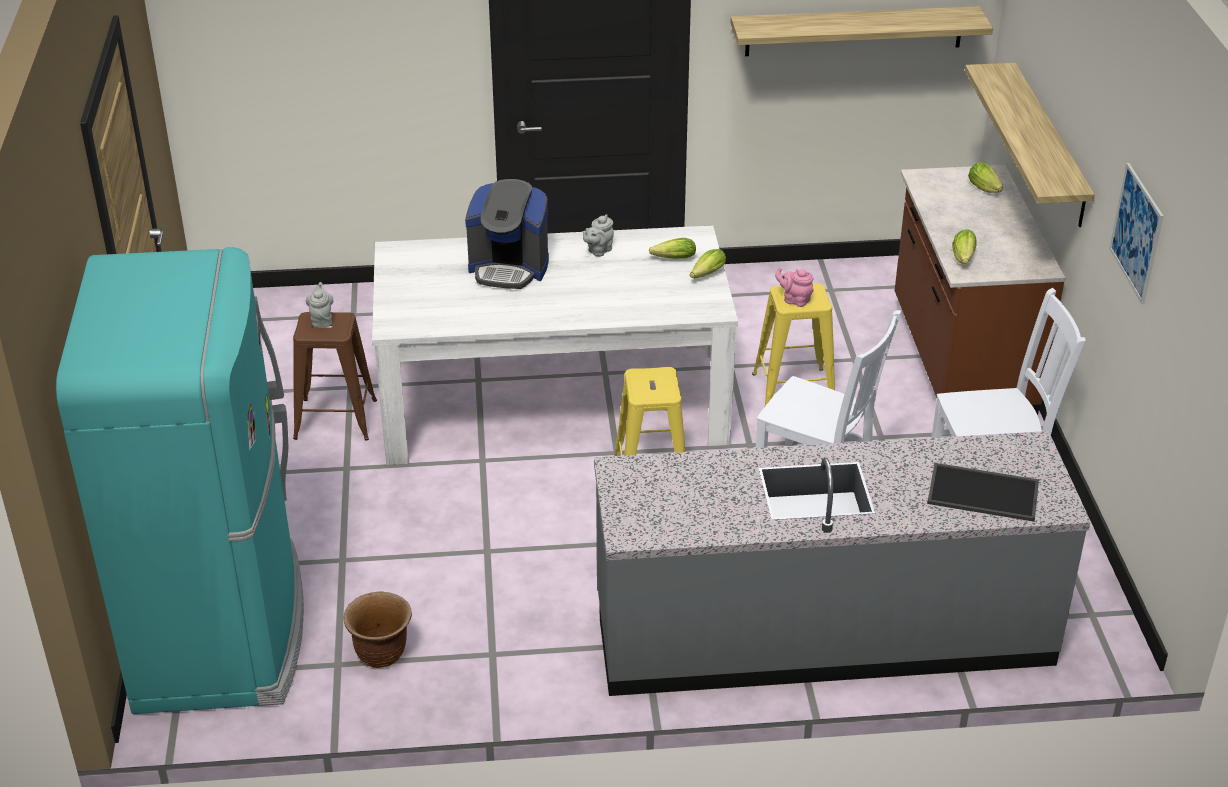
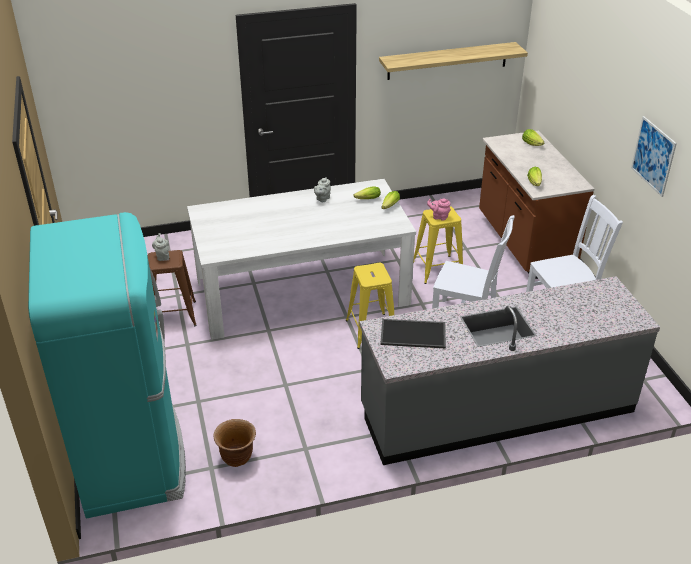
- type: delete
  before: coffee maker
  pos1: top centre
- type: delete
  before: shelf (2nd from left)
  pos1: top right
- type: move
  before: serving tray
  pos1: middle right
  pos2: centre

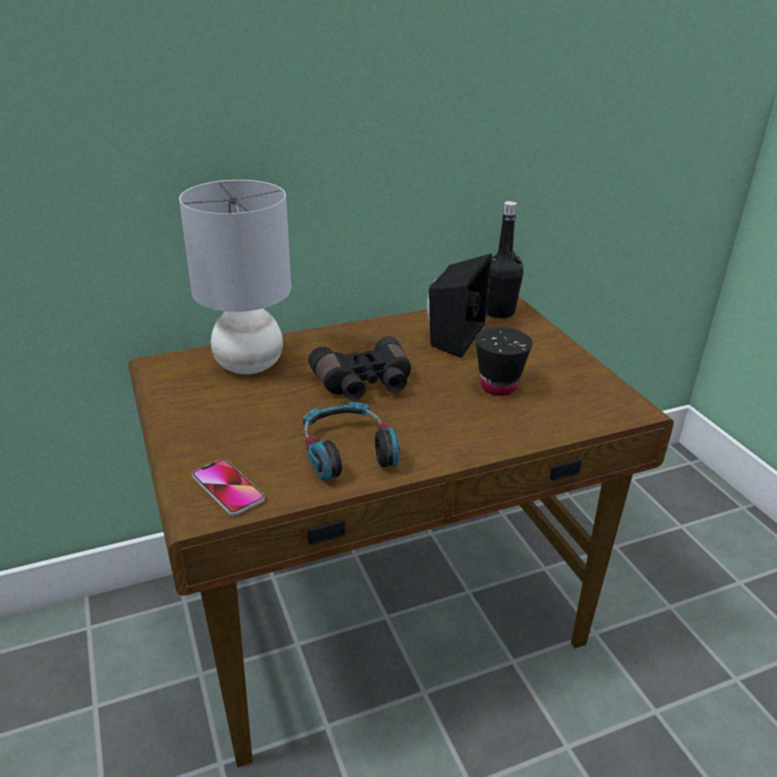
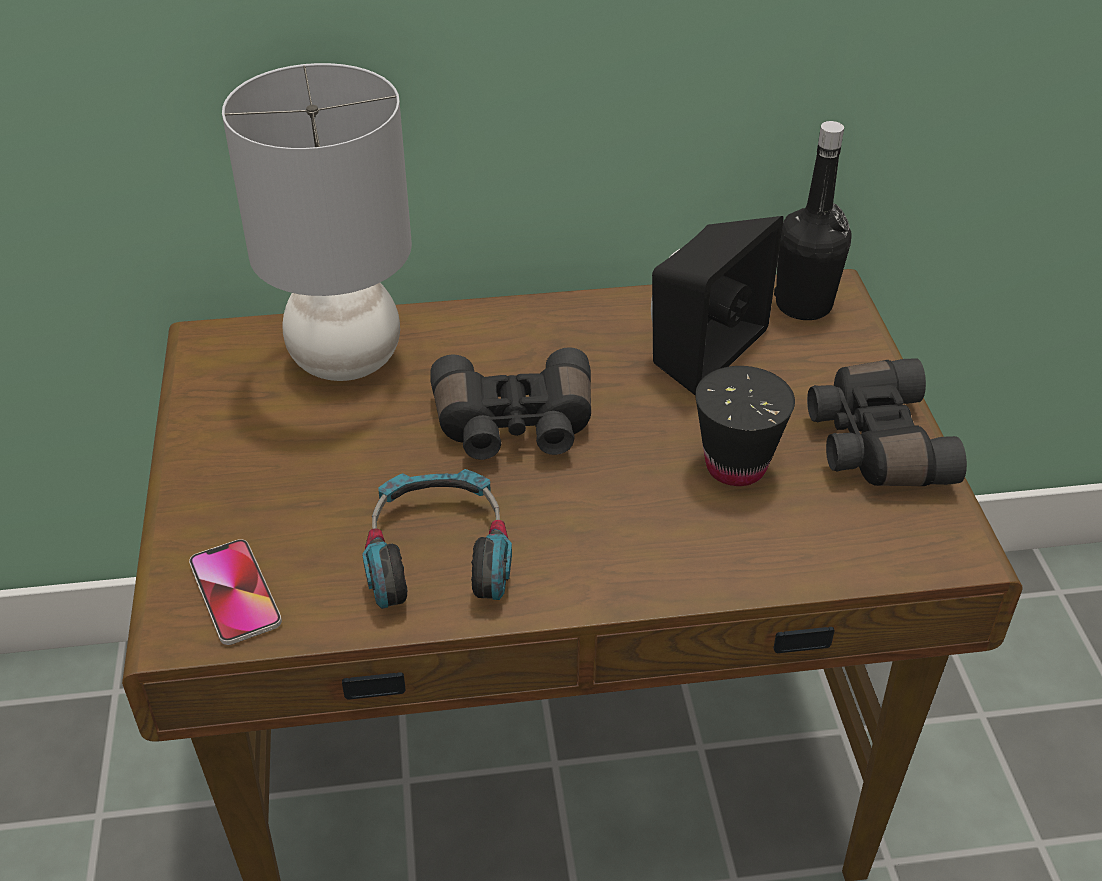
- type: insert
  after: pair of binoculars (blackish) (2nd from left)
  pos2: middle right

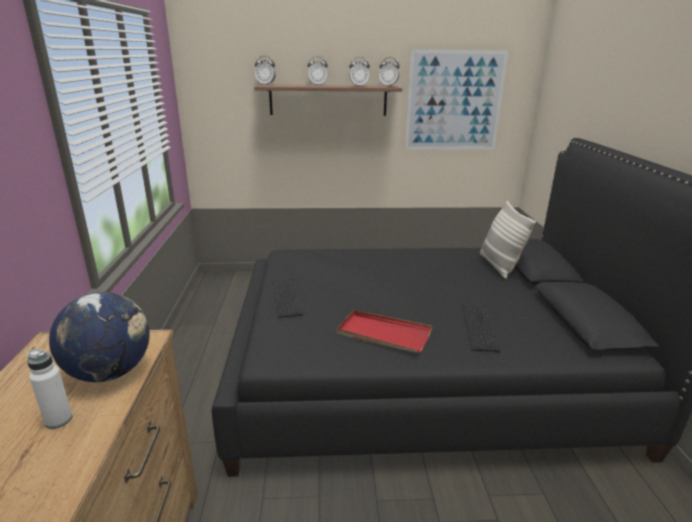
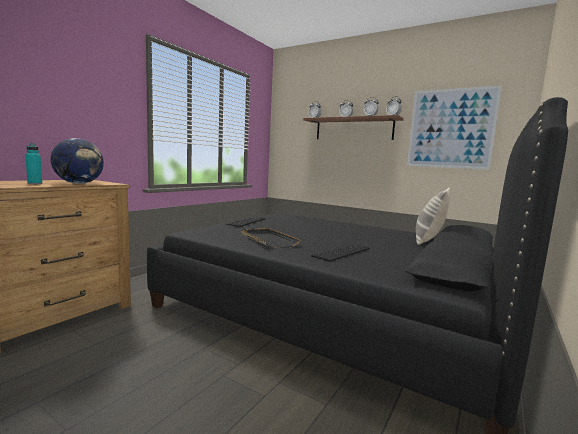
- type: recolor
  before: bottle (whitish)
  after: bottle (blue-green)
  pos1: bottom left
  pos2: middle left
- type: recolor
  before: serving tray (reddish)
  after: serving tray (blackish)
  pos1: centre
  pos2: centre

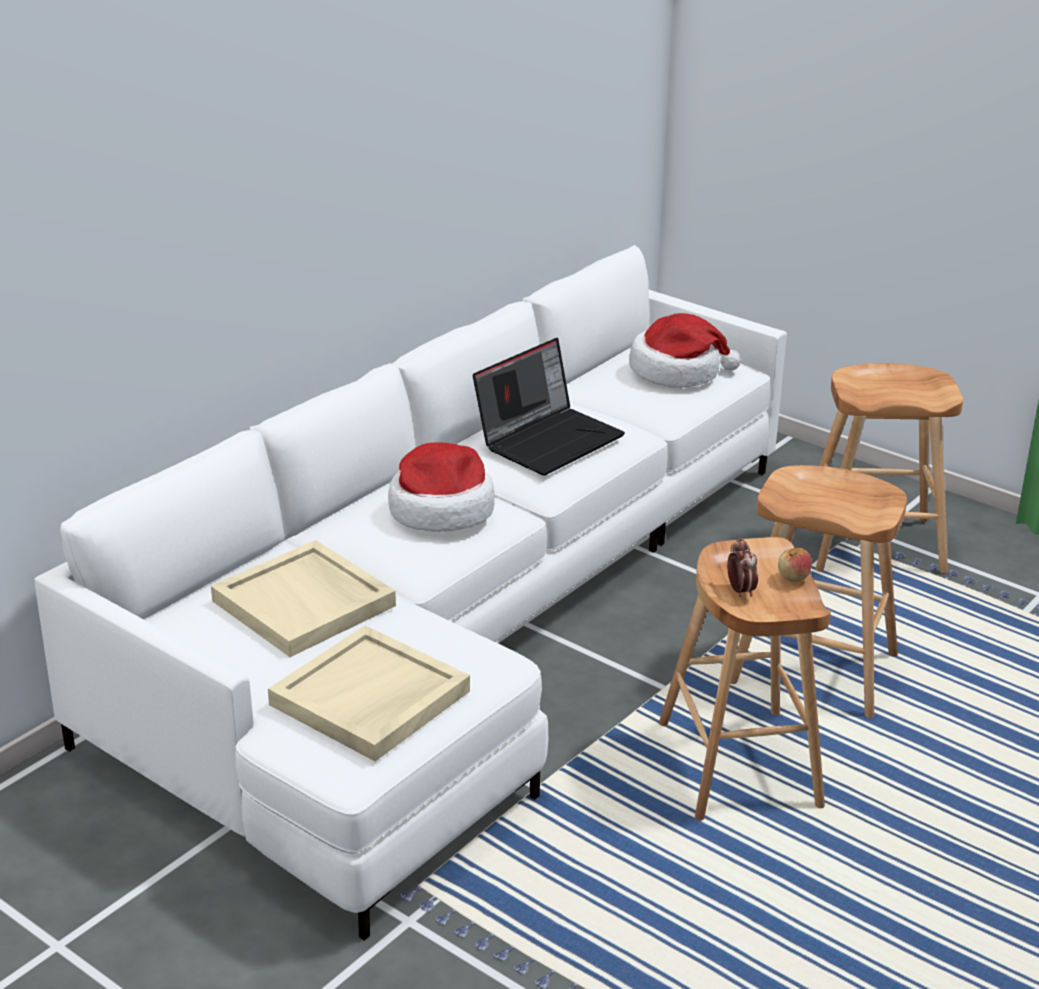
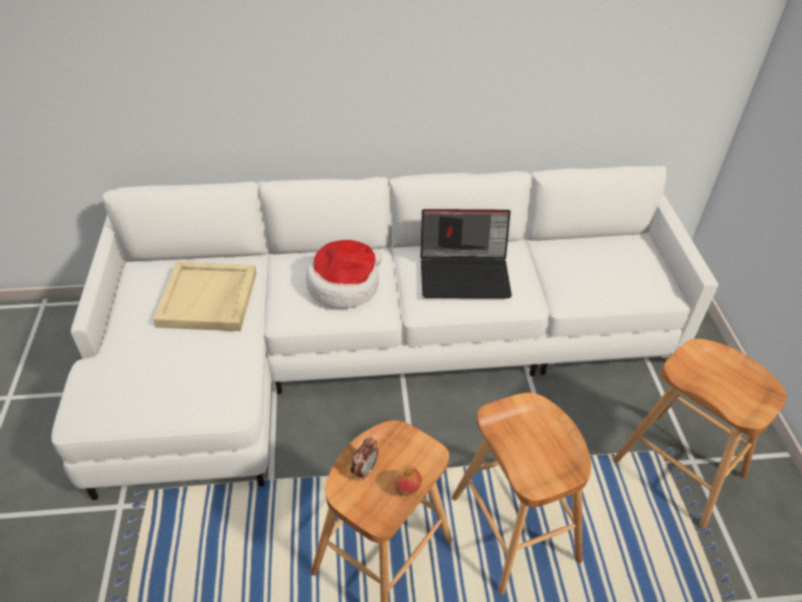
- type: delete
  before: serving tray (beige-coloured) (2nd from left)
  pos1: bottom centre
- type: delete
  before: clothing hat (2nd from left)
  pos1: centre

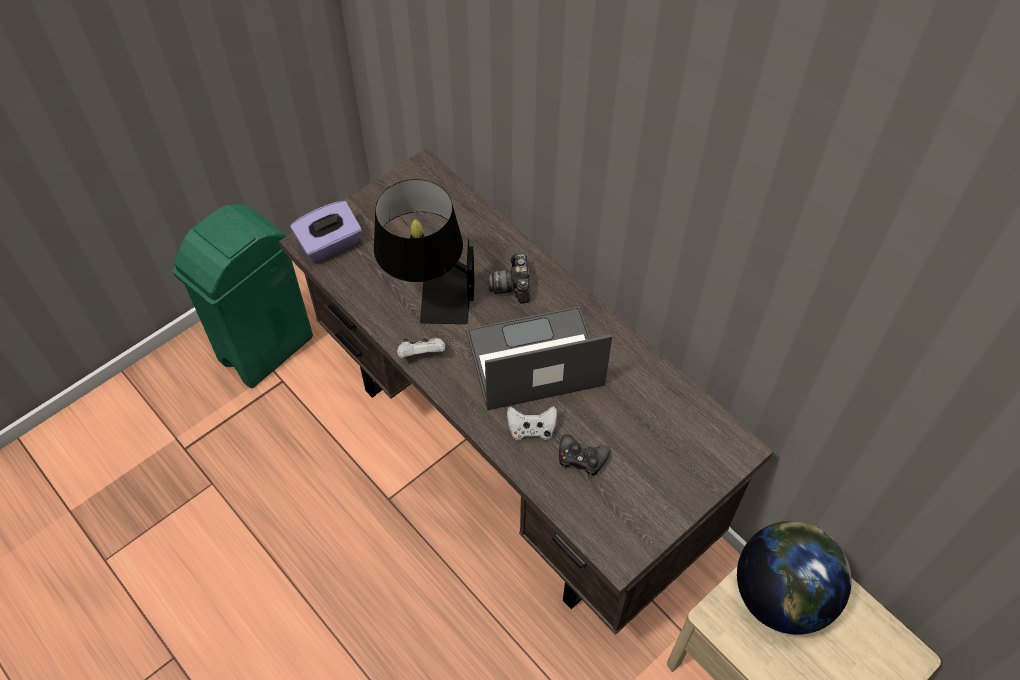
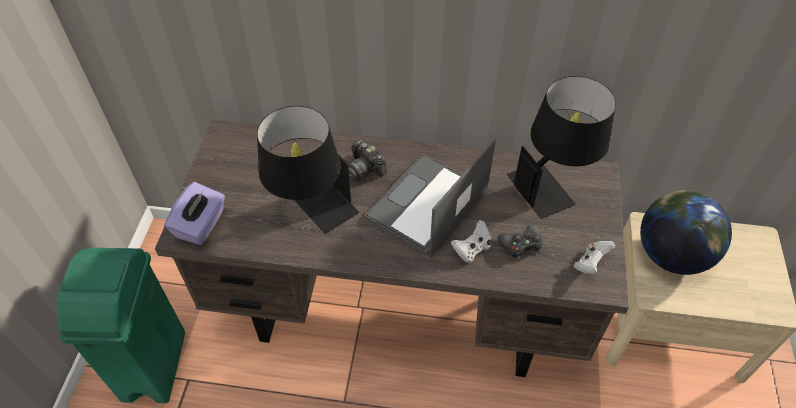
- type: insert
  after: lamp for a table (blackish) (2nd from left)
  pos2: middle right
- type: move
  before: joypad (whitish) (1st from left in the first image)
  after: joypad (whitish) (2nd from left)
  pos1: centre
  pos2: middle right

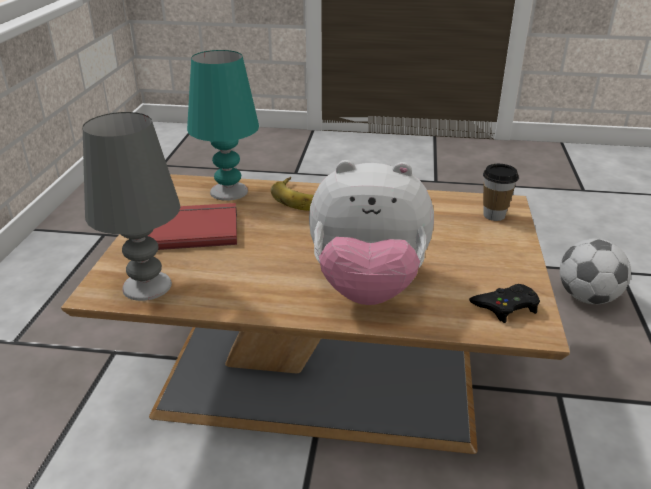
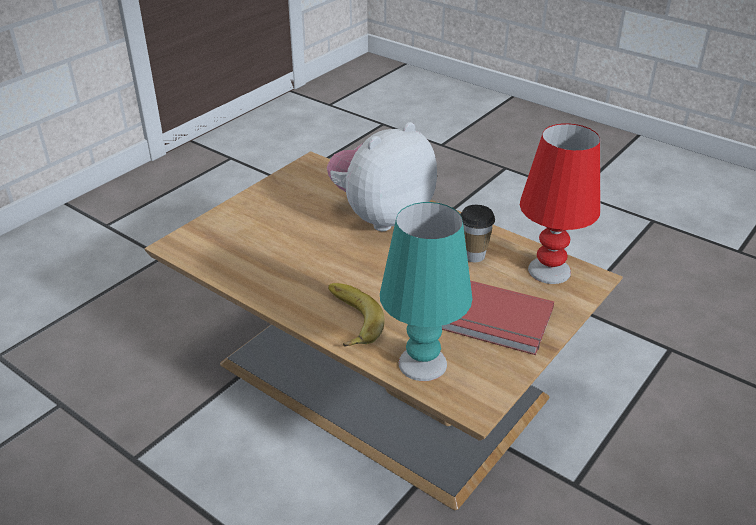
- type: delete
  before: joypad (blackish)
  pos1: middle right
- type: delete
  before: football
  pos1: middle right
- type: move
  before: small cup
  pos1: middle right
  pos2: centre
- type: recolor
  before: lamp for a table (gray)
  after: lamp for a table (reddish)
  pos1: middle left
  pos2: middle right
- type: rotate
  before: plush toy
  pos1: centre
  pos2: centre
  turn: -75

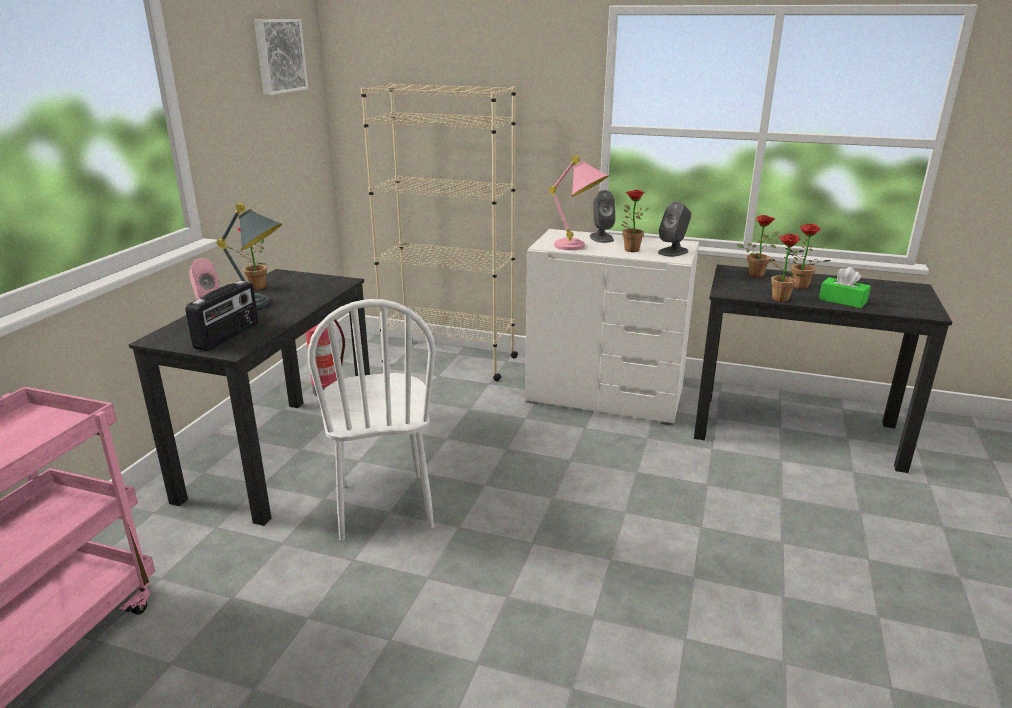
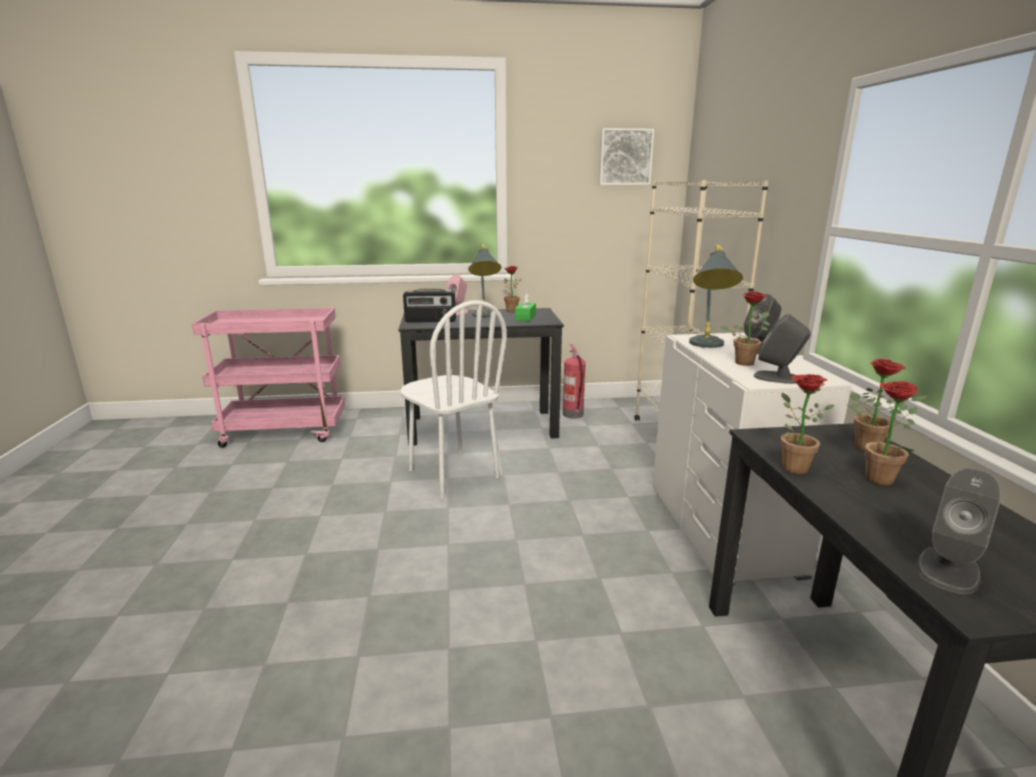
- type: insert
  after: loudspeaker (gray) (3rd from left)
  pos2: bottom right
- type: move
  before: box of tissues (greenish)
  pos1: middle right
  pos2: centre
- type: recolor
  before: lamp for a table (pink-coloured)
  after: lamp for a table (gray) (2nd from left)
  pos1: top centre
  pos2: middle right
- type: rotate
  before: plain chair (whitish)
  pos1: centre
  pos2: centre
  turn: -90

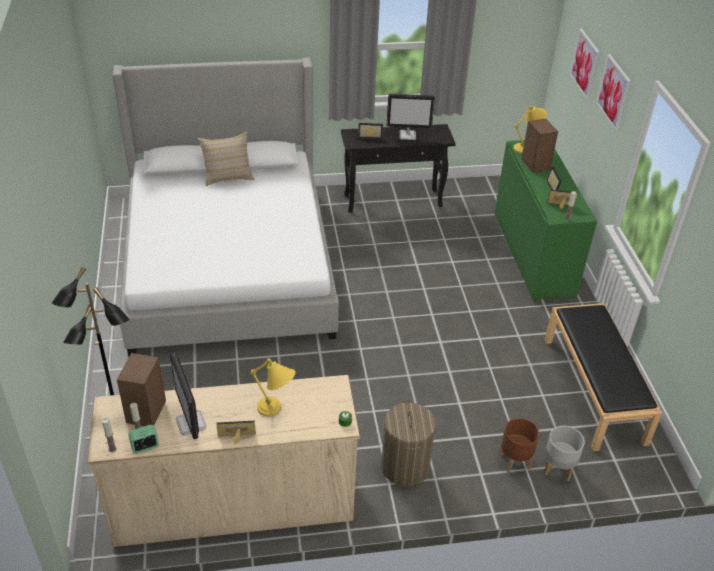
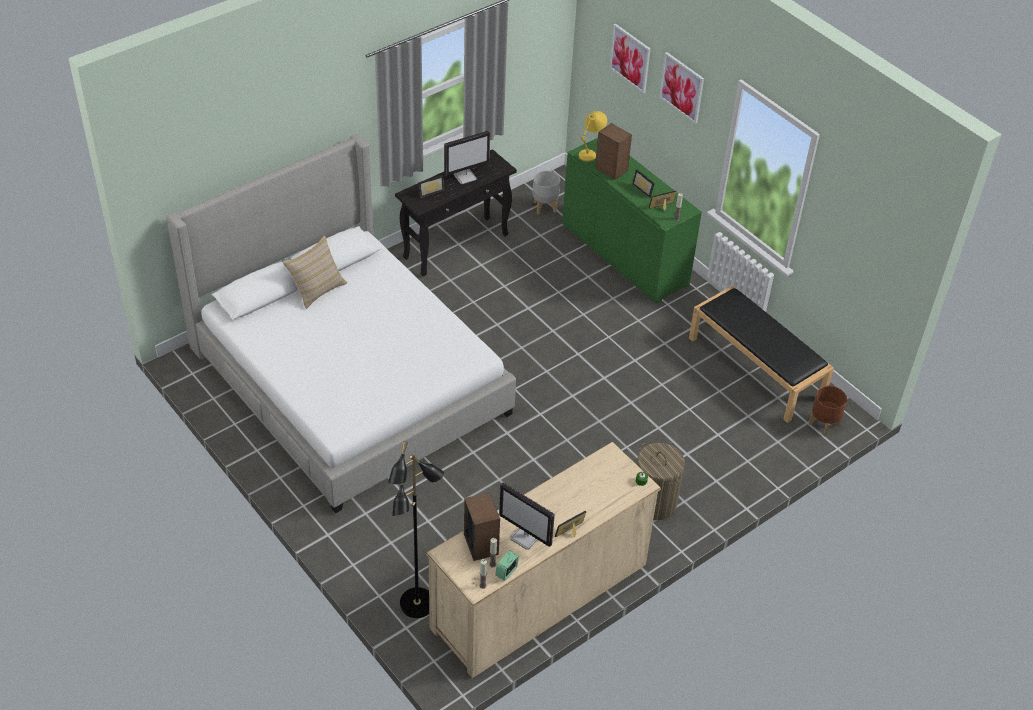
- type: delete
  before: lamp for a table (yellow-coloured) (1st from left)
  pos1: bottom centre
- type: move
  before: flower pot (brown-coloured)
  pos1: bottom right
  pos2: middle right
- type: move
  before: flower pot (gray)
  pos1: bottom right
  pos2: top centre

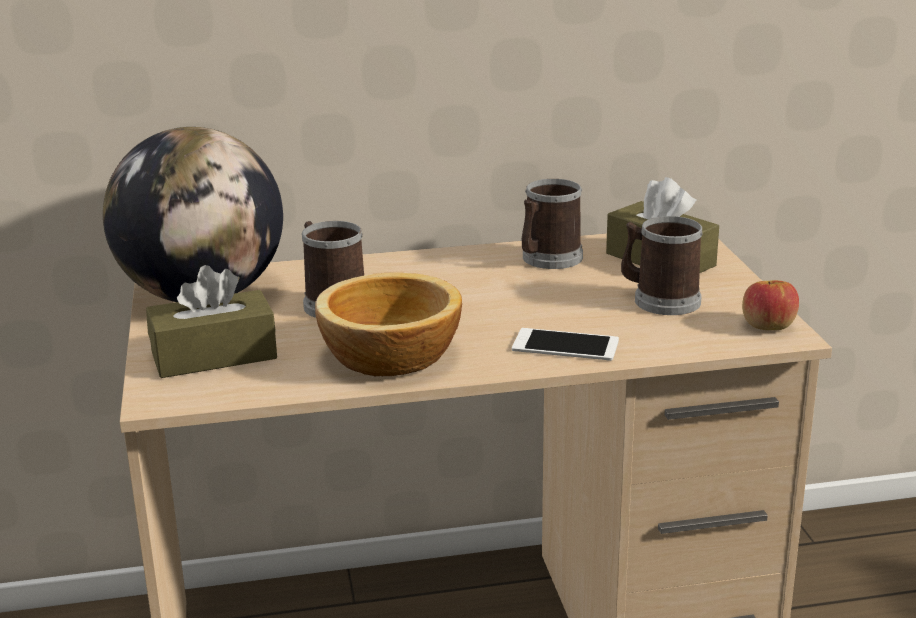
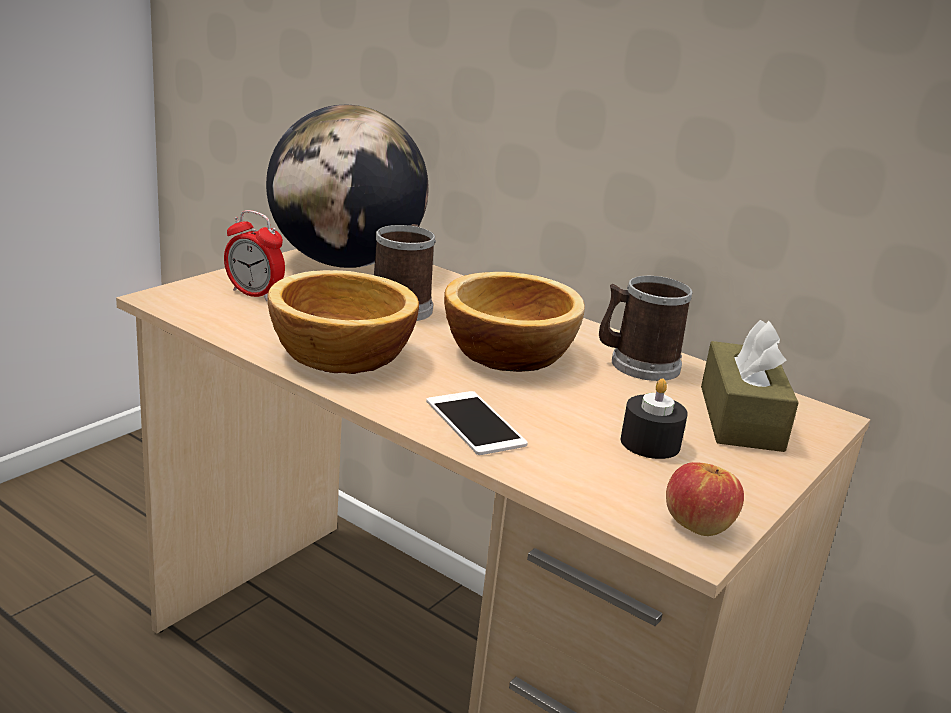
- type: insert
  after: serving bowl (2nd from left)
  pos2: centre
- type: replace
  before: box of tissues (brown-coloured) (1st from left)
  after: bedside clock
  pos1: middle left
  pos2: middle left
- type: replace
  before: coffee mug (3rd from left)
  after: wax candle (blackish)
  pos1: middle right
  pos2: middle right

